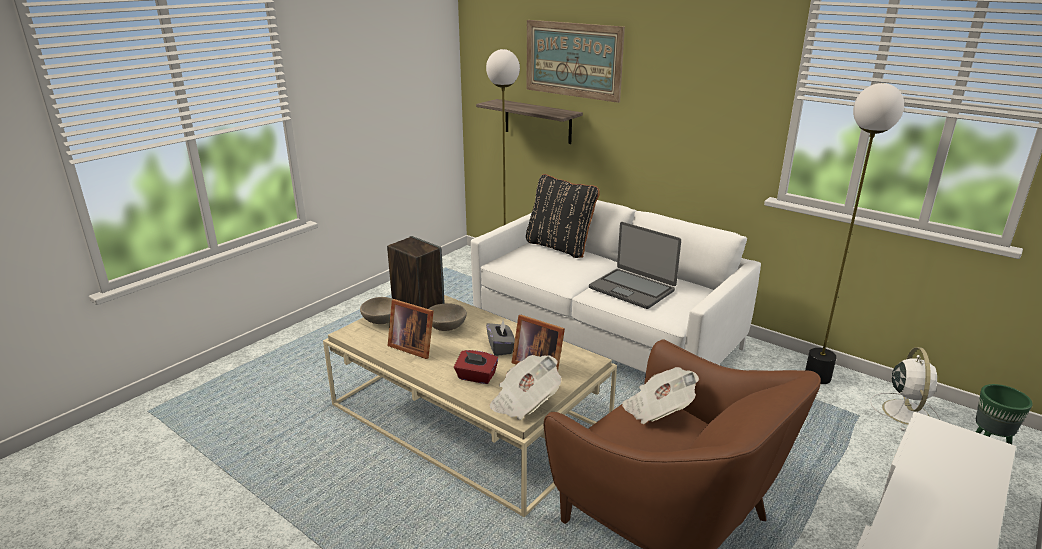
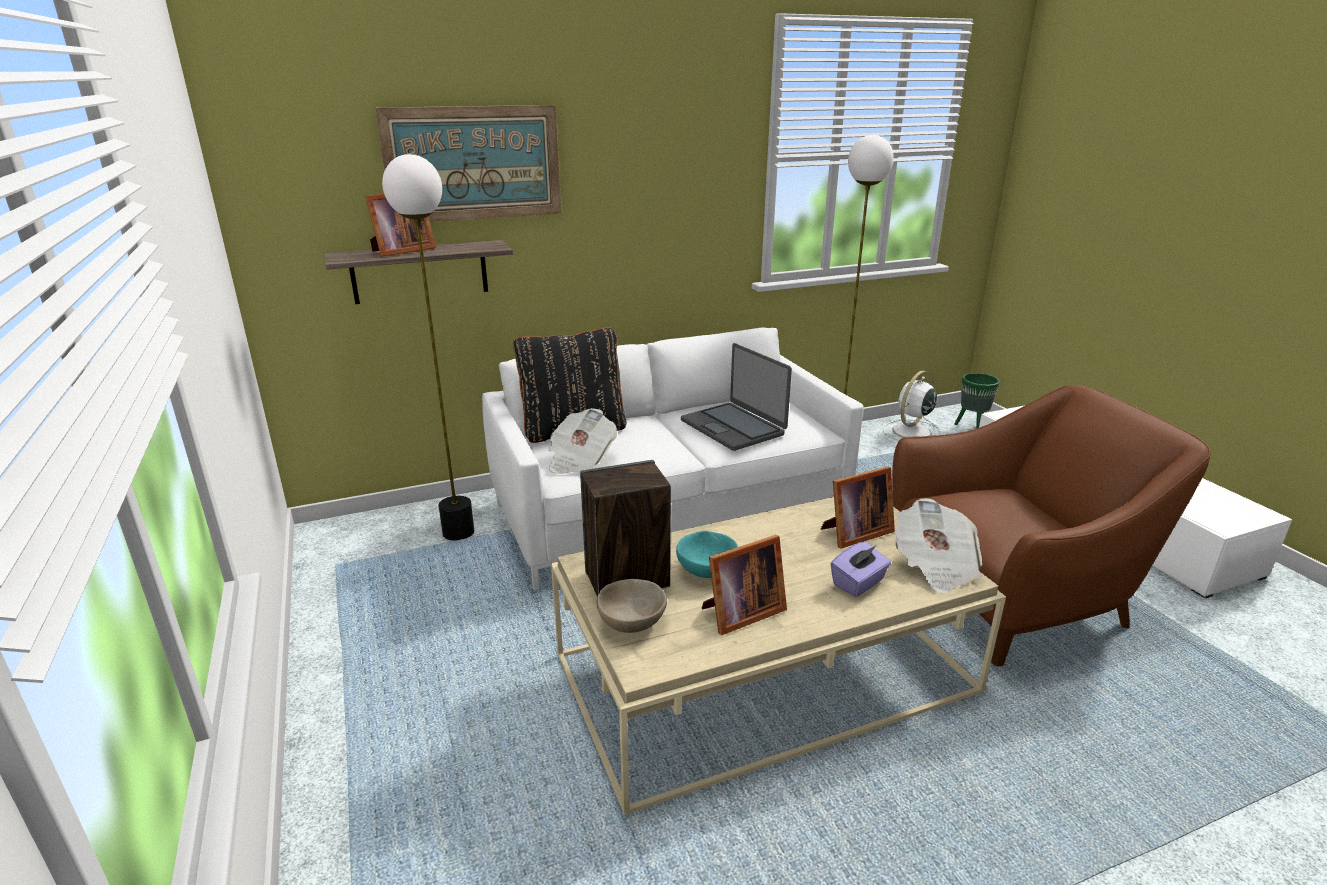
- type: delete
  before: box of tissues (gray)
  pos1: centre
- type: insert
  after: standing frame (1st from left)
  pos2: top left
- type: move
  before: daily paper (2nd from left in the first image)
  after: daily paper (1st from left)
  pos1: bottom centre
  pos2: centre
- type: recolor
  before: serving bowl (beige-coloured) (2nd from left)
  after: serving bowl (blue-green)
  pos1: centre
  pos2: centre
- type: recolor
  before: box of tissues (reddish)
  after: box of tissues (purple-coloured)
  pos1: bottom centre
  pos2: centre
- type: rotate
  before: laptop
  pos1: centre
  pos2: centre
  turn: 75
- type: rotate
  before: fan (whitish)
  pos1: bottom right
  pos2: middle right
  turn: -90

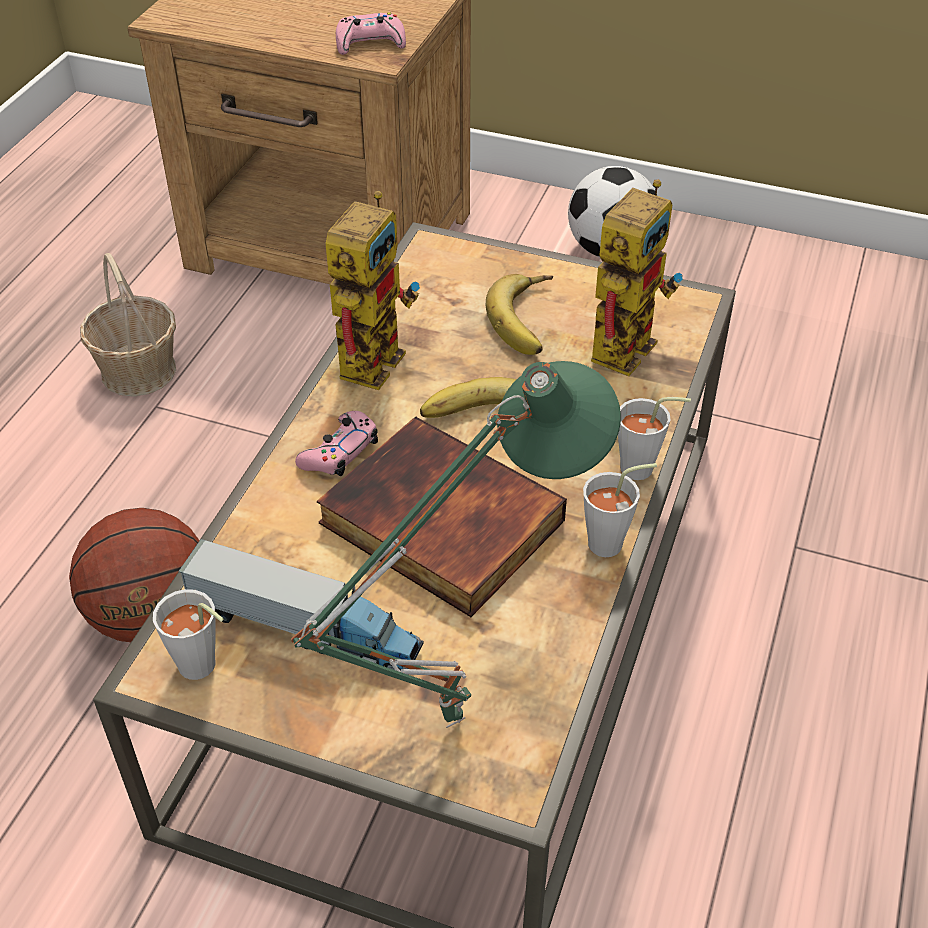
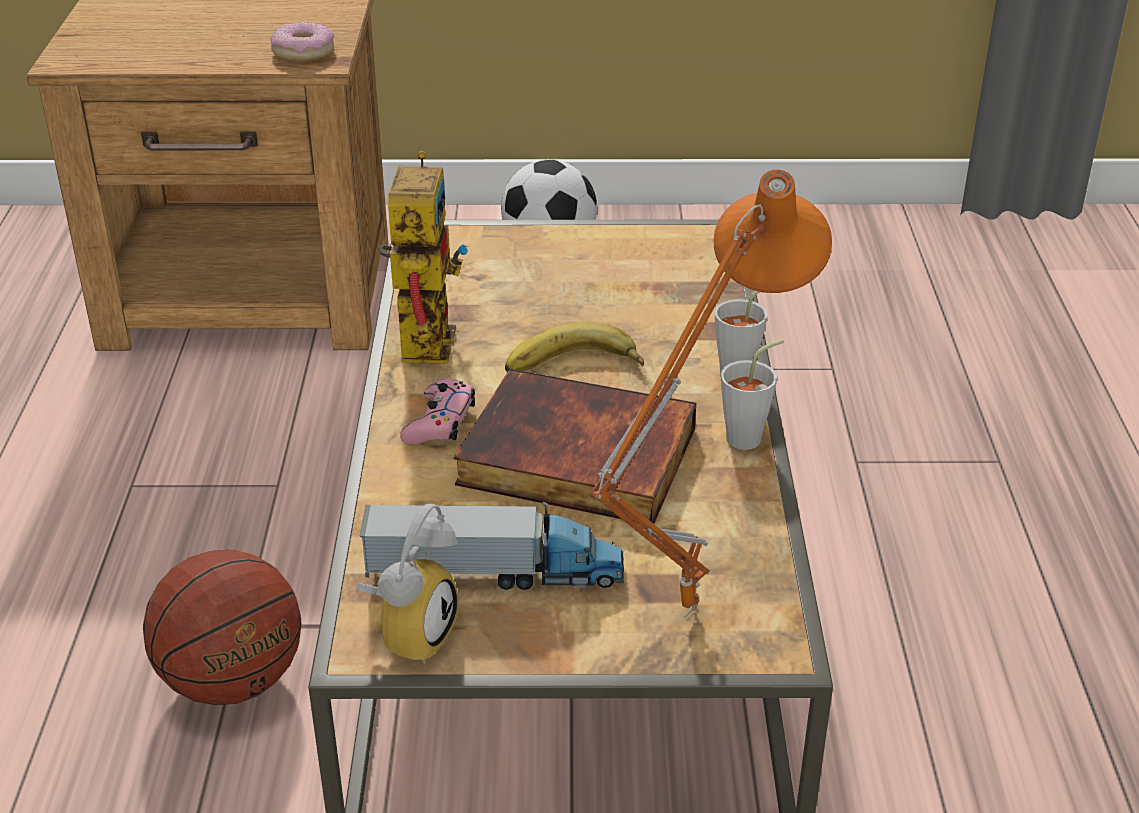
- type: delete
  before: storage basket
  pos1: middle left
- type: delete
  before: banana (2nd from left)
  pos1: centre
- type: delete
  before: model robot (2nd from left)
  pos1: top right
- type: replace
  before: small cup (gray) (1st from left)
  after: bedside clock
  pos1: bottom left
  pos2: bottom centre
- type: replace
  before: joypad (pink-coloured) (2nd from left)
  after: donut
  pos1: top centre
  pos2: top left
- type: recolor
  before: lamp for a table (greenish)
  after: lamp for a table (orangey)
  pos1: centre
  pos2: centre

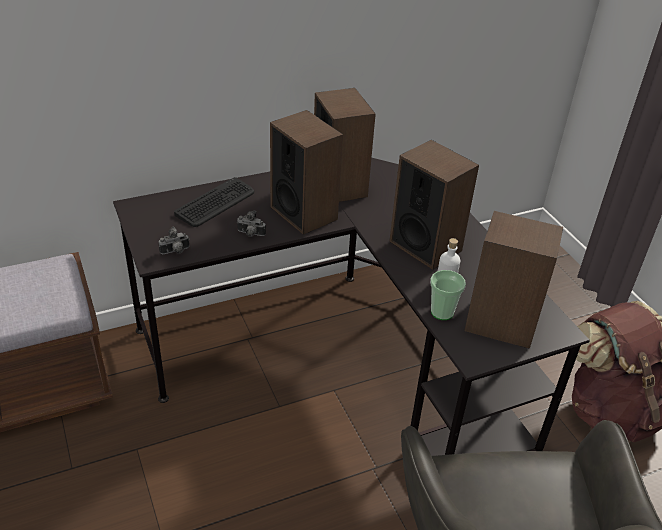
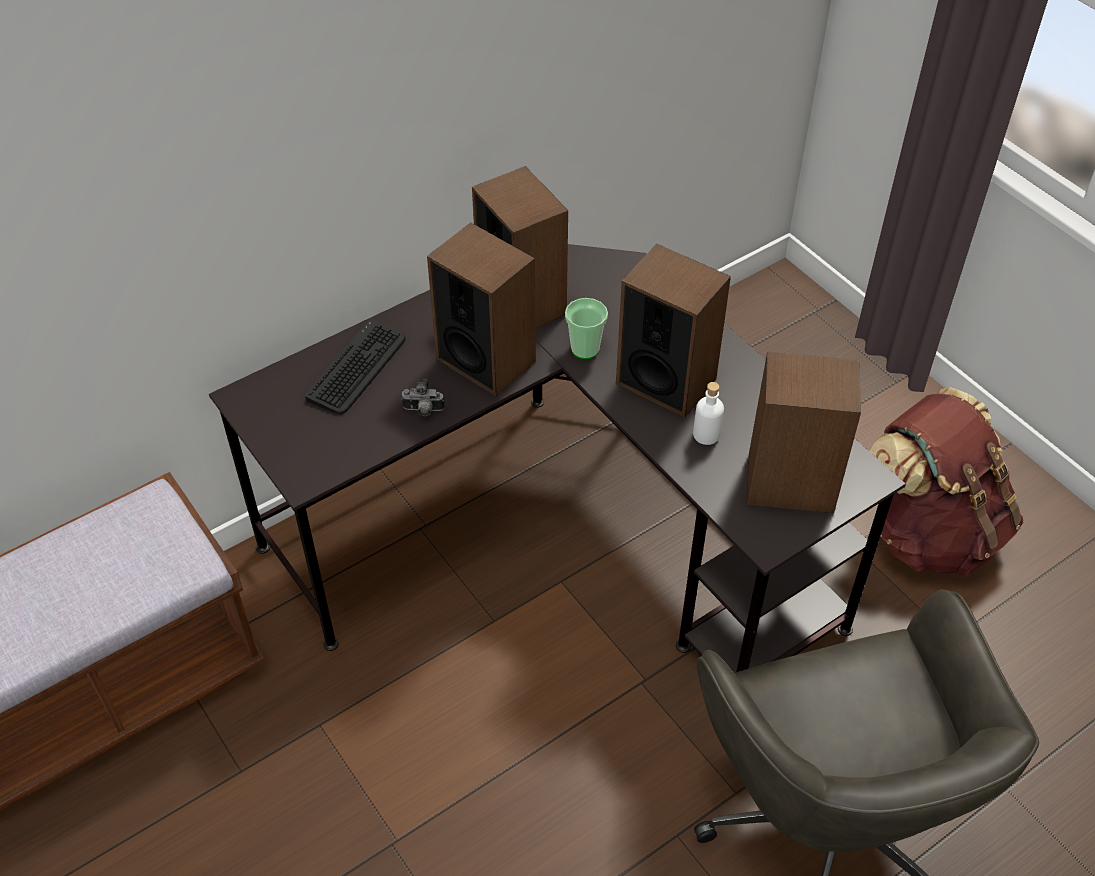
- type: delete
  before: still camera (1st from left)
  pos1: middle left
- type: move
  before: small cup
  pos1: middle right
  pos2: centre

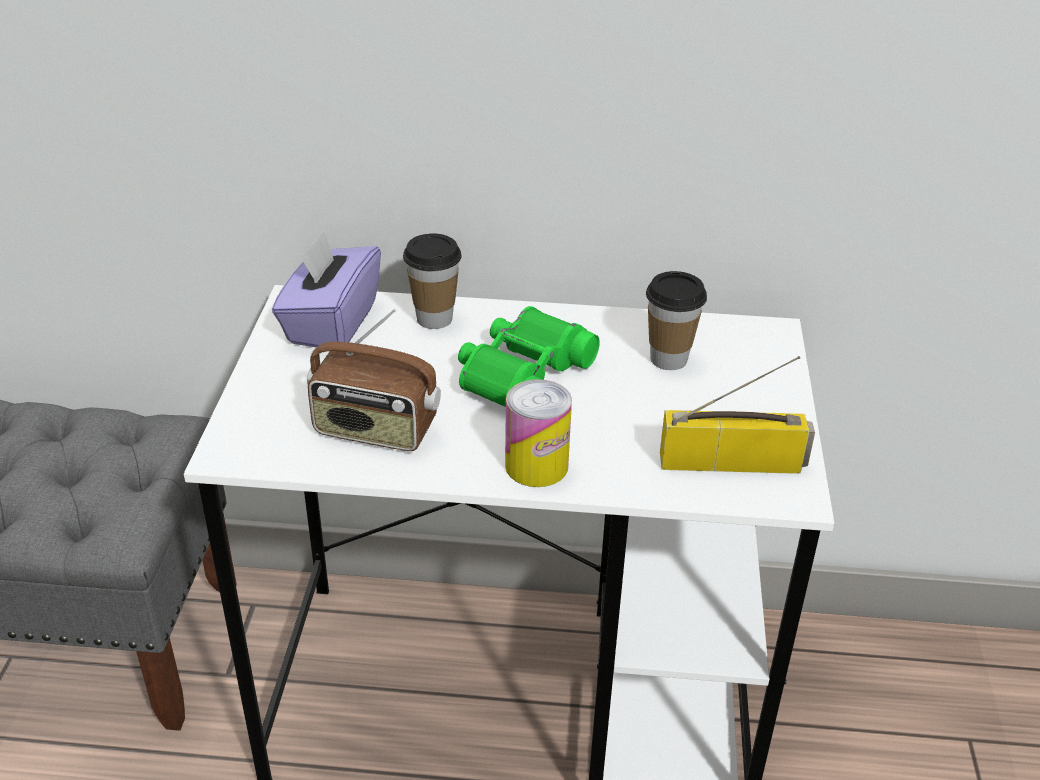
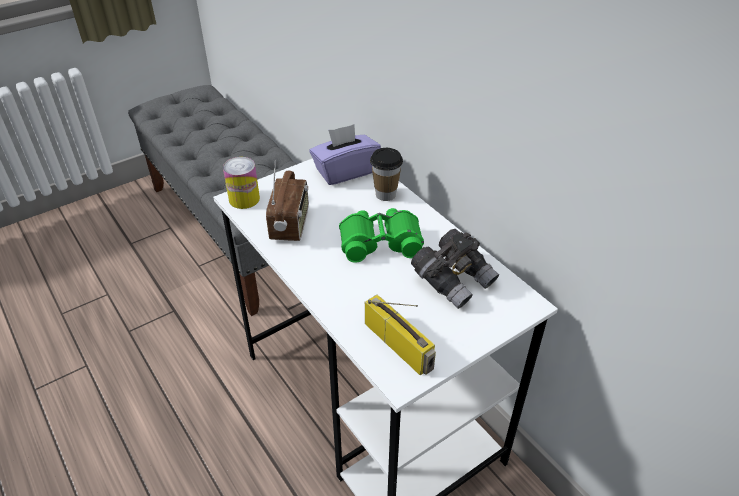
- type: move
  before: can
  pos1: centre
  pos2: middle left
- type: replace
  before: small cup (2nd from left)
  after: pair of binoculars (gray)
  pos1: centre
  pos2: centre
- type: rotate
  before: radio set (1st from left)
  pos1: centre
  pos2: centre
  turn: -150

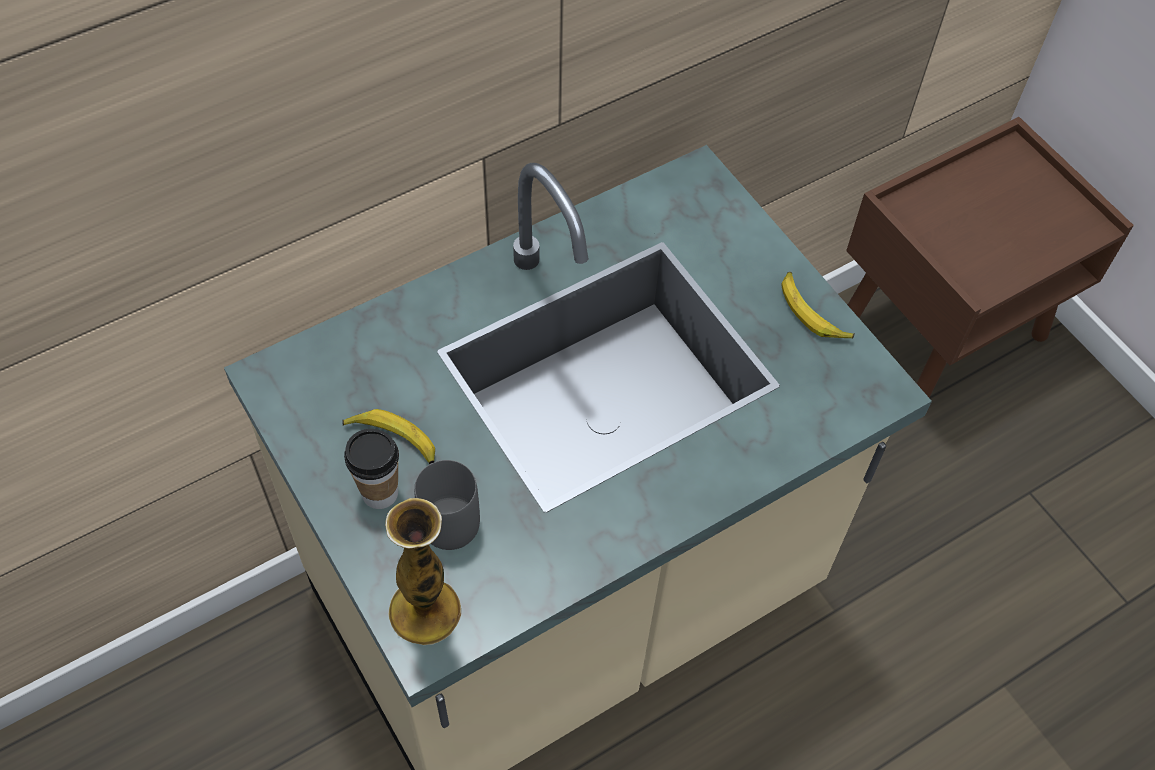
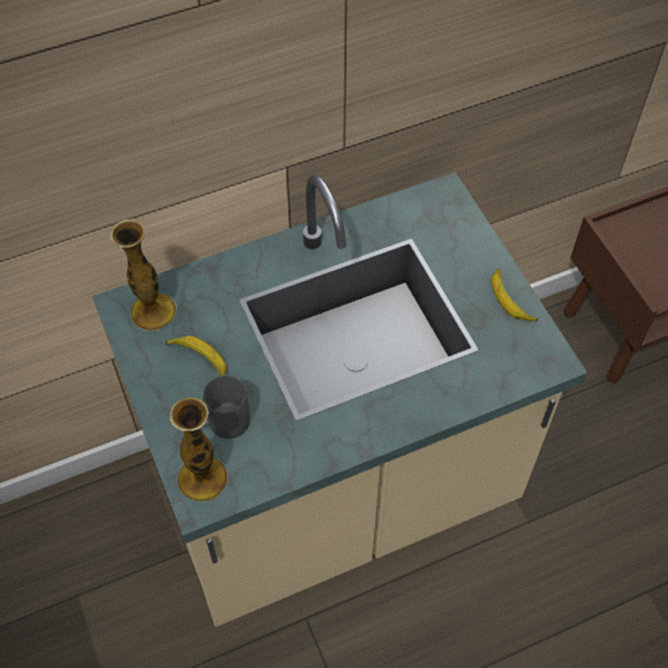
- type: delete
  before: small cup
  pos1: middle left
- type: insert
  after: flower vase (1st from left)
  pos2: middle left

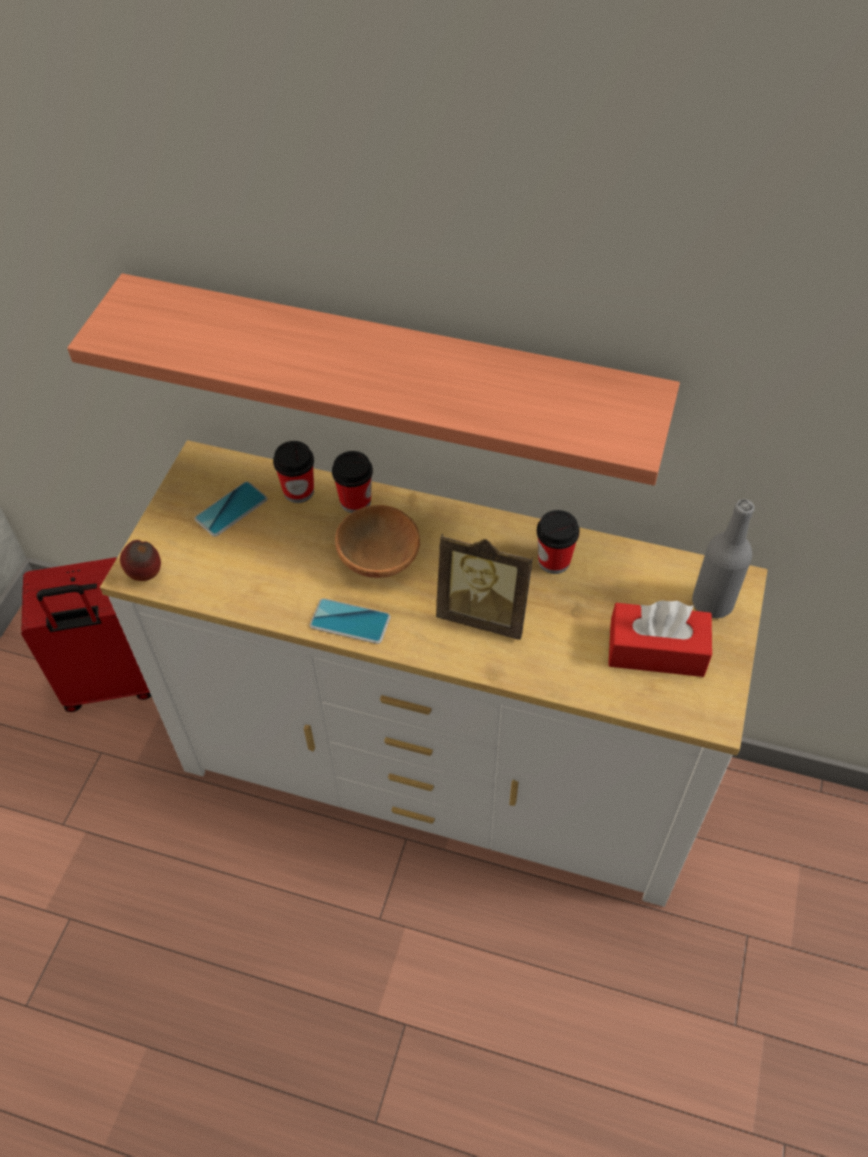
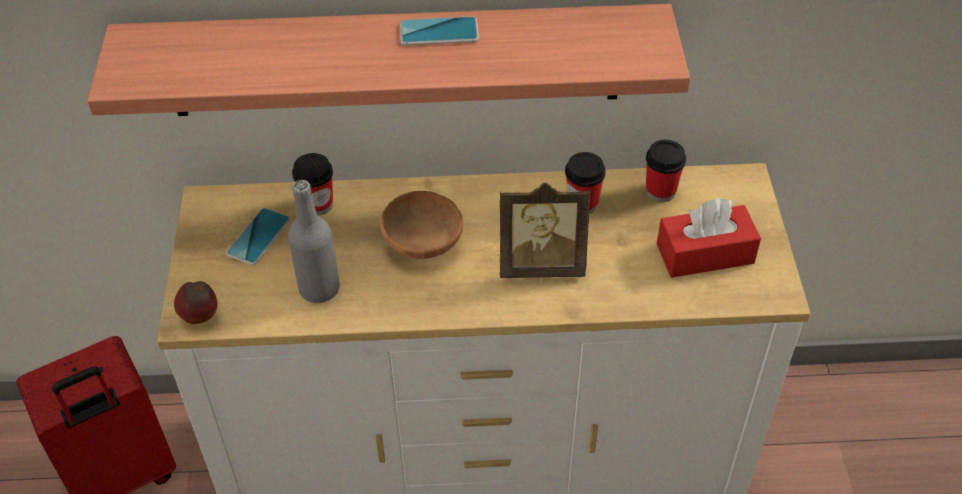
- type: move
  before: handset (2nd from left)
  pos1: centre
  pos2: top centre
- type: move
  before: small cup (2nd from left in the first image)
  after: small cup (3rd from left)
  pos1: centre
  pos2: middle right
- type: move
  before: bottle (gray)
  pos1: middle right
  pos2: middle left

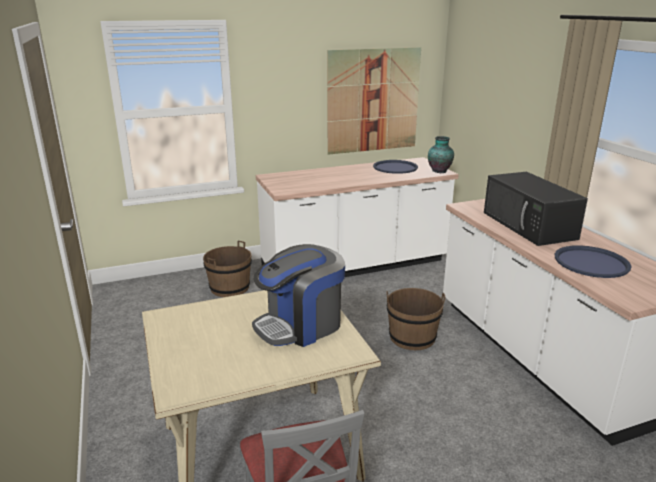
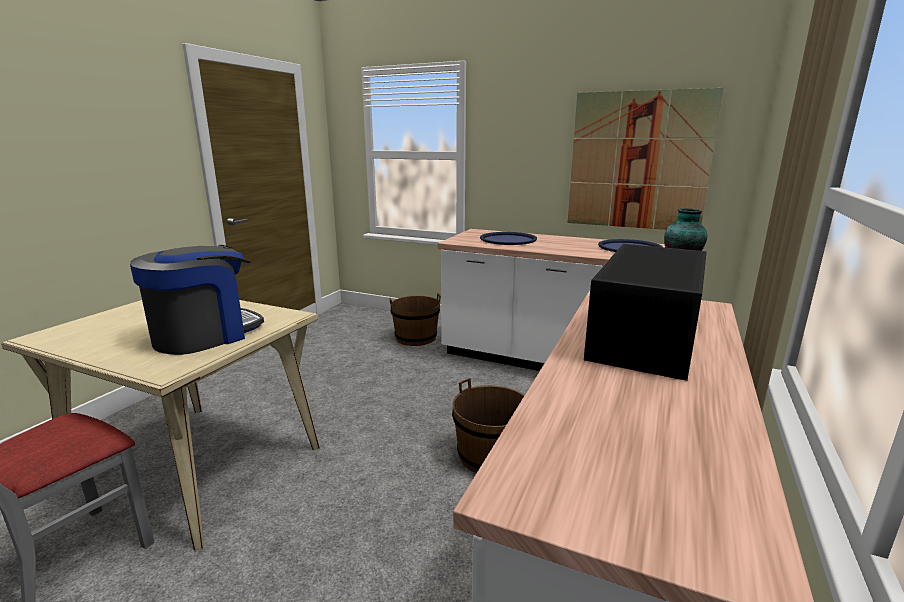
- type: move
  before: serving tray (blue-coloured) (2nd from left in the first image)
  after: serving tray (blue-coloured) (1st from left)
  pos1: middle right
  pos2: centre
- type: rotate
  before: coffee maker
  pos1: centre
  pos2: middle left
  turn: 120

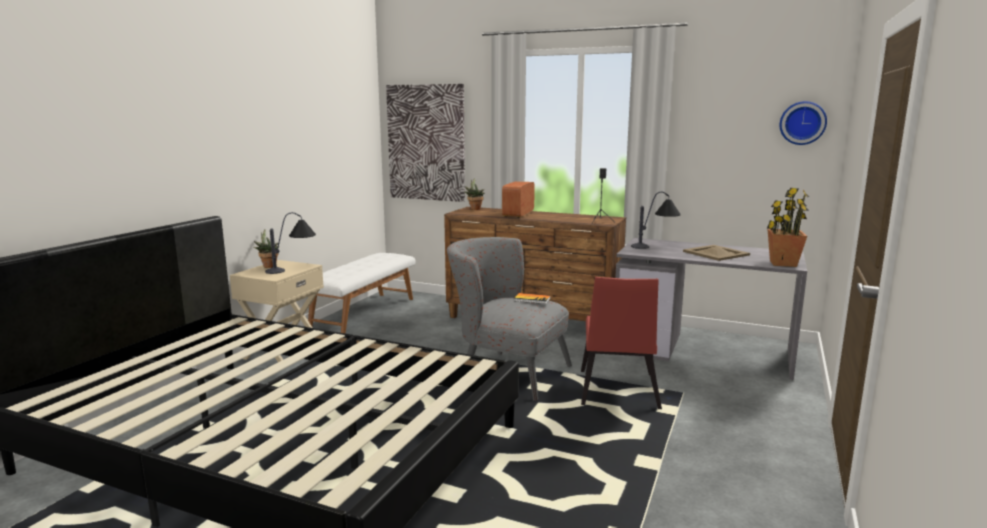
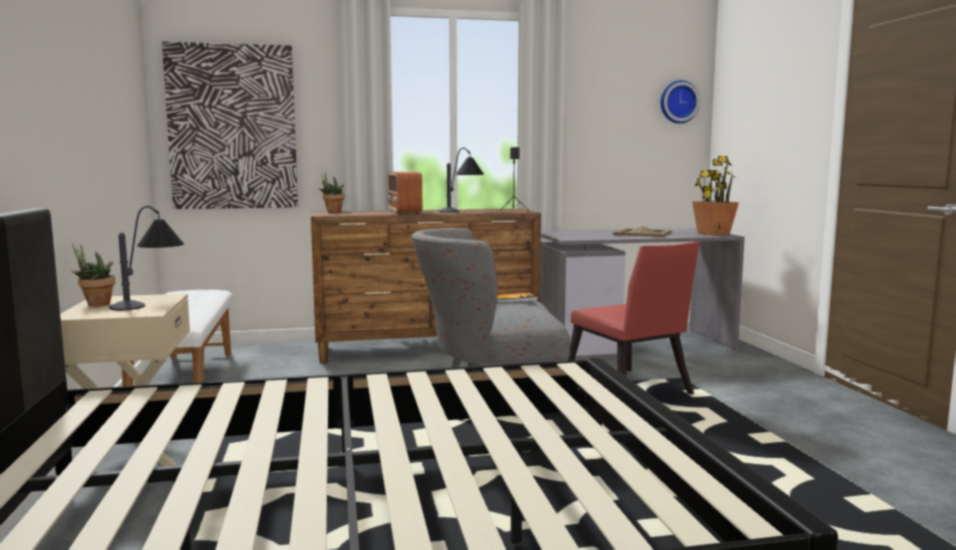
- type: move
  before: lamp for a table (2nd from left)
  pos1: centre
  pos2: top centre

